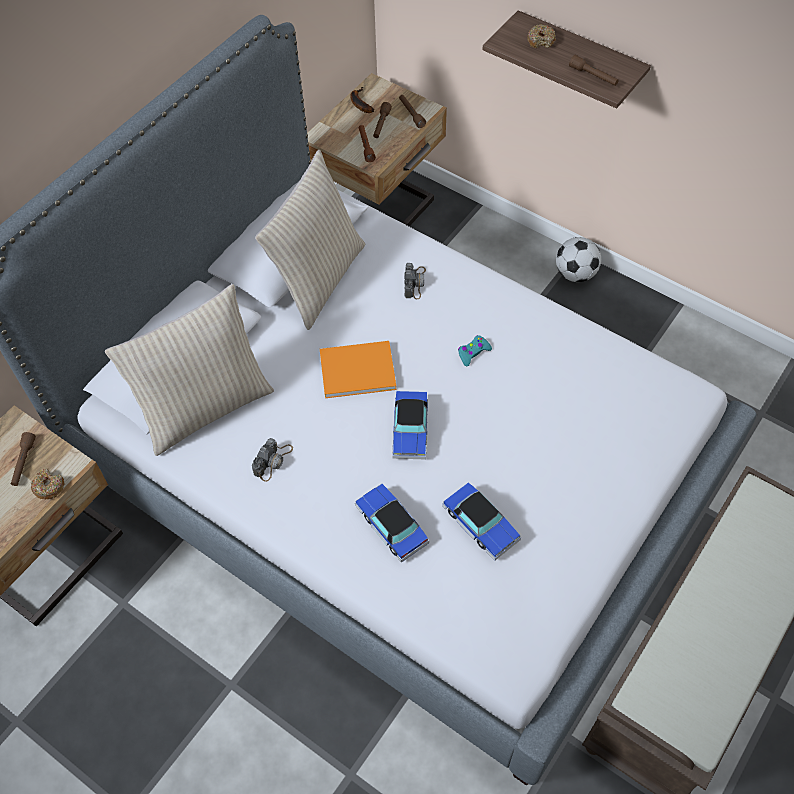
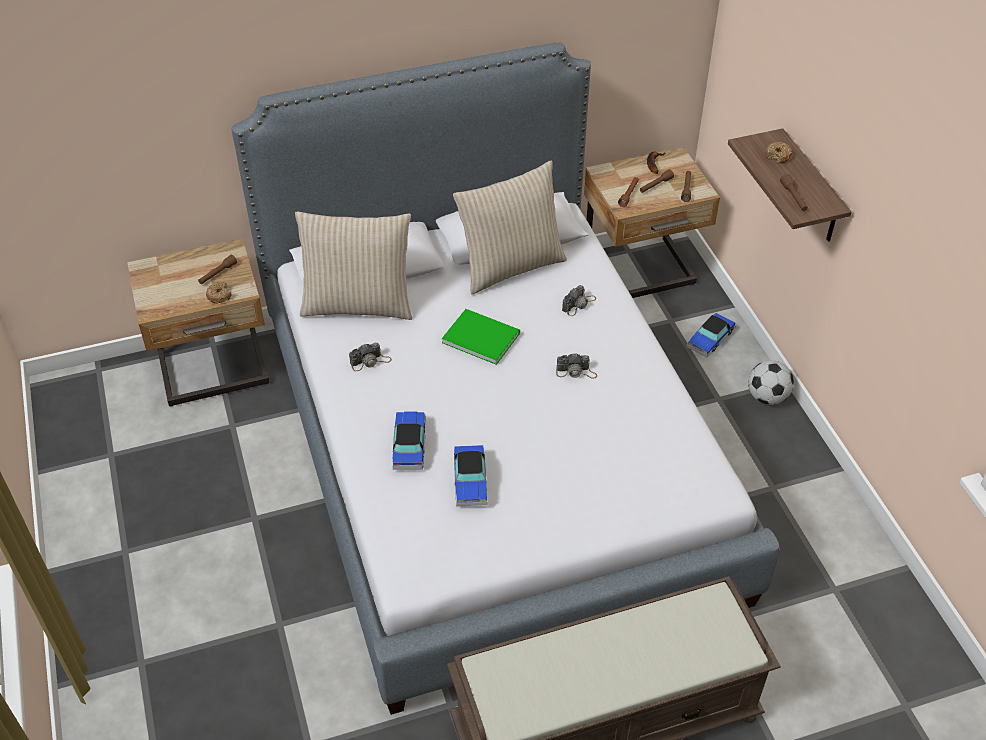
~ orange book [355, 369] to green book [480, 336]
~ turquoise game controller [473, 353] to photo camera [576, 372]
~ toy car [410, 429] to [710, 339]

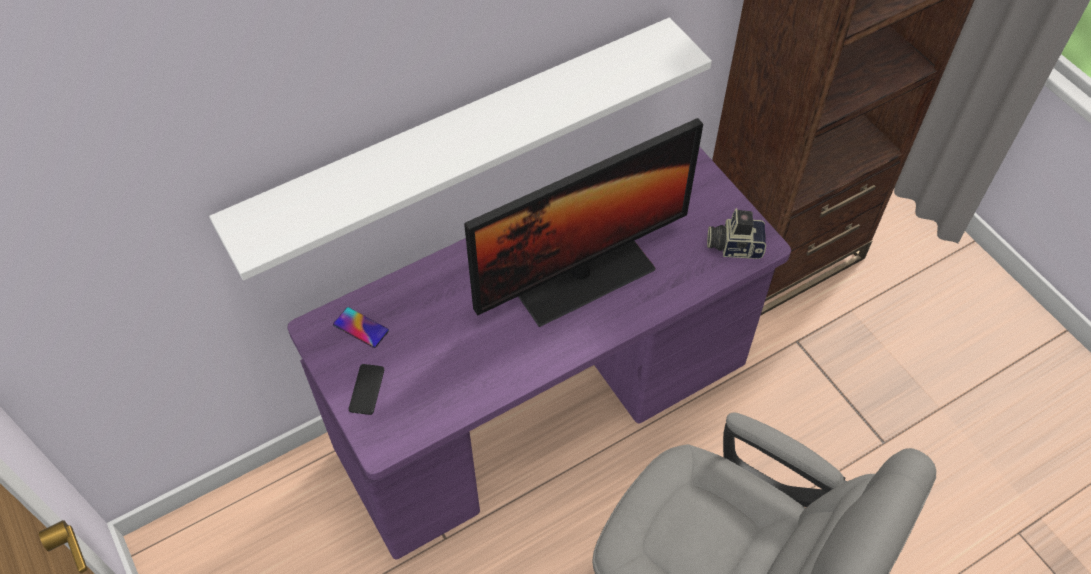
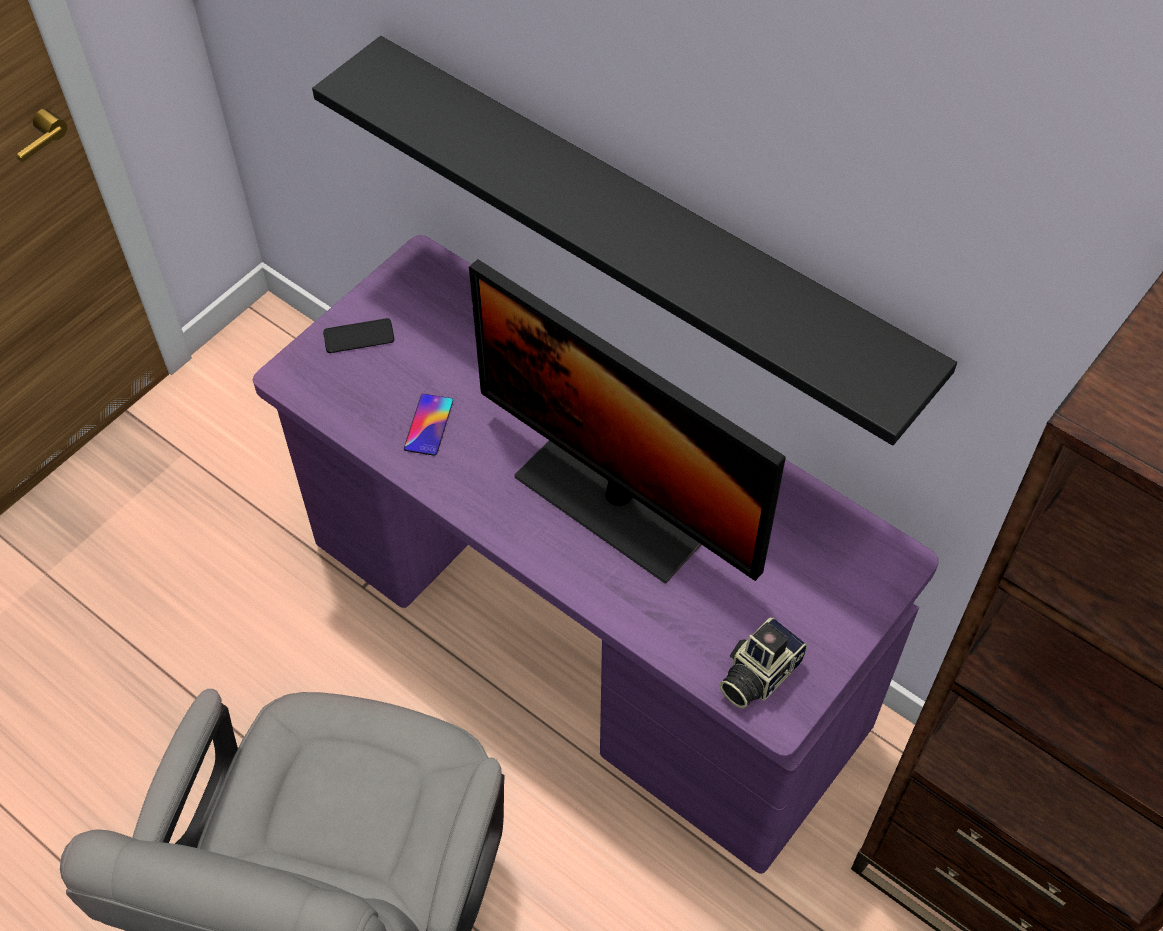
~ white shelf [458, 139] to black shelf [643, 228]
~ phone [361, 327] to [429, 425]
~ photo camera [734, 245] = [757, 674] 120 degrees counterclockwise

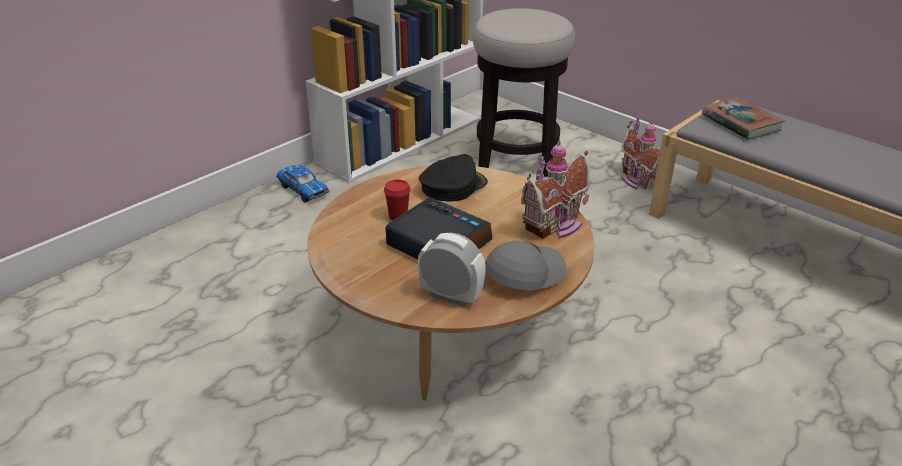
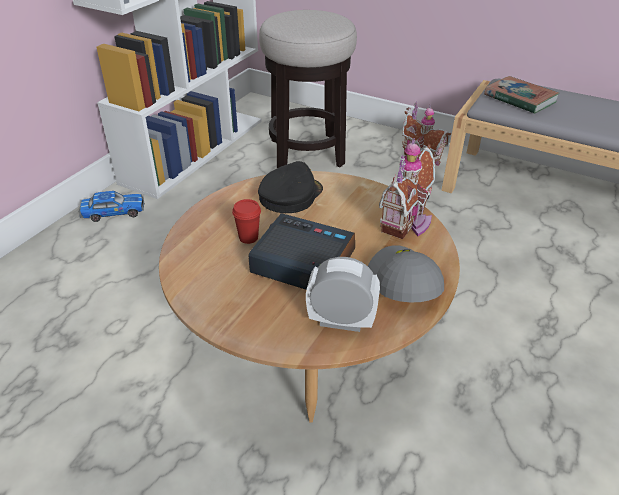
~ toy car [303, 190] = [113, 212] 45 degrees counterclockwise
~ grey cap [524, 274] = [402, 282] 45 degrees counterclockwise

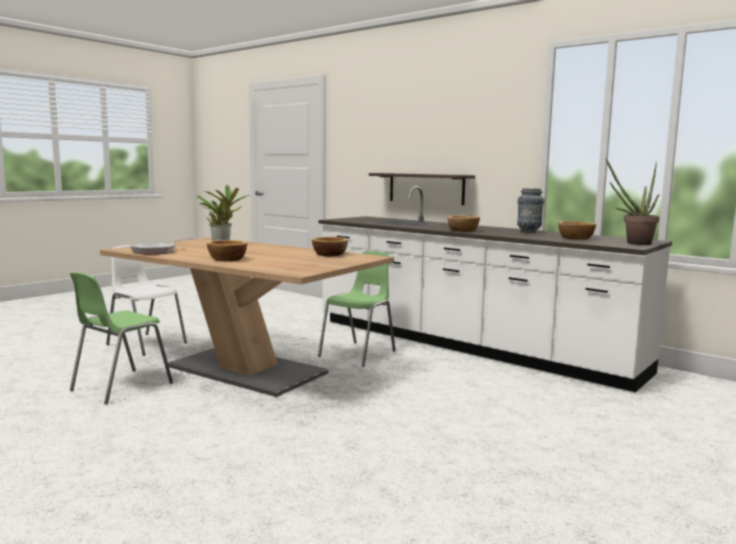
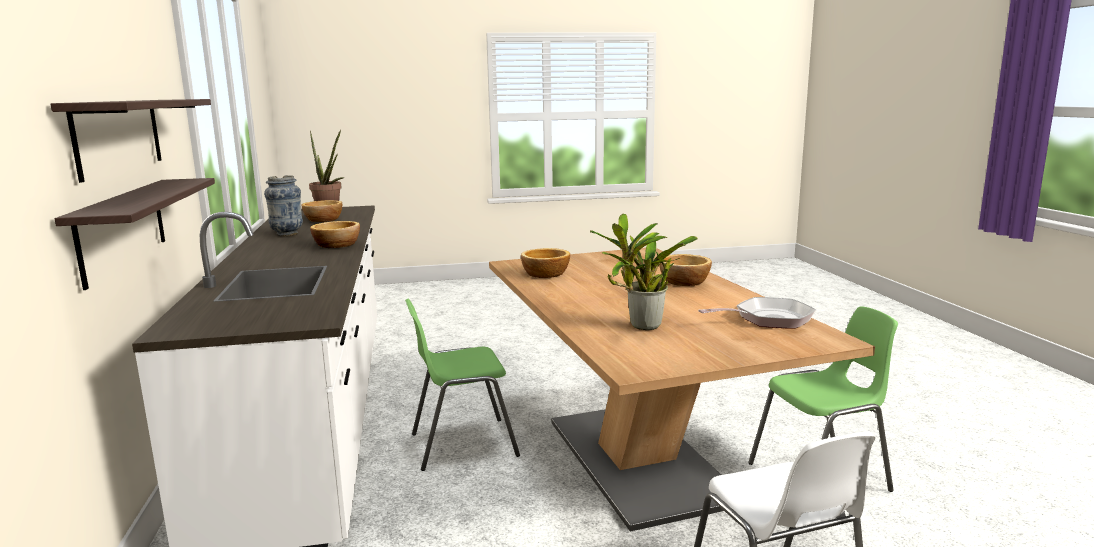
+ shelf [119, 136]

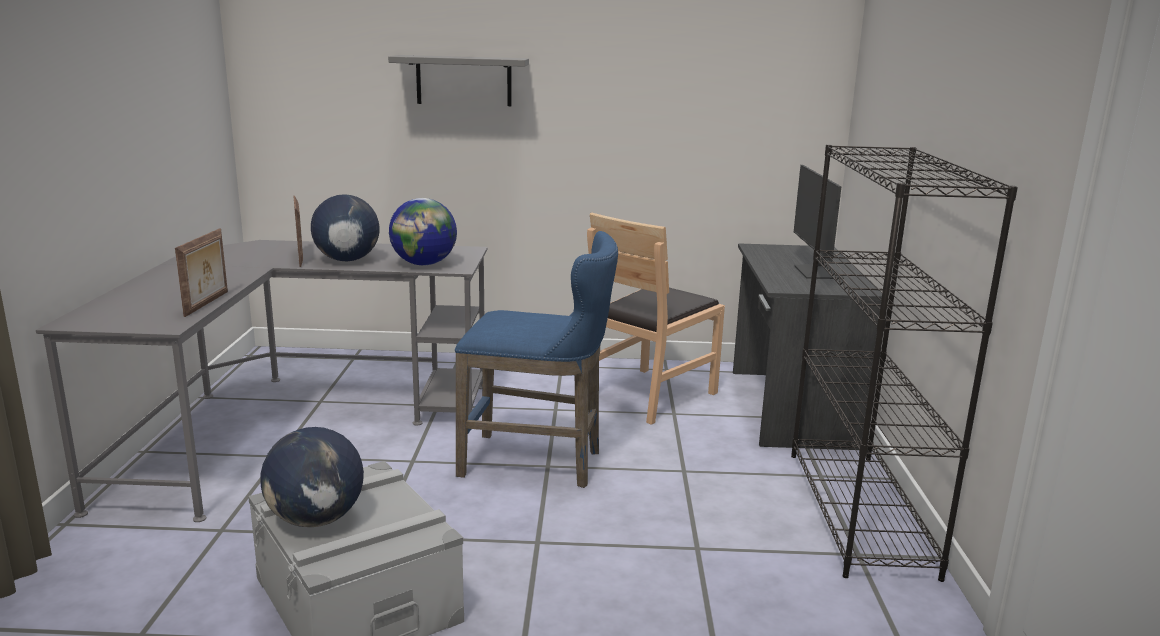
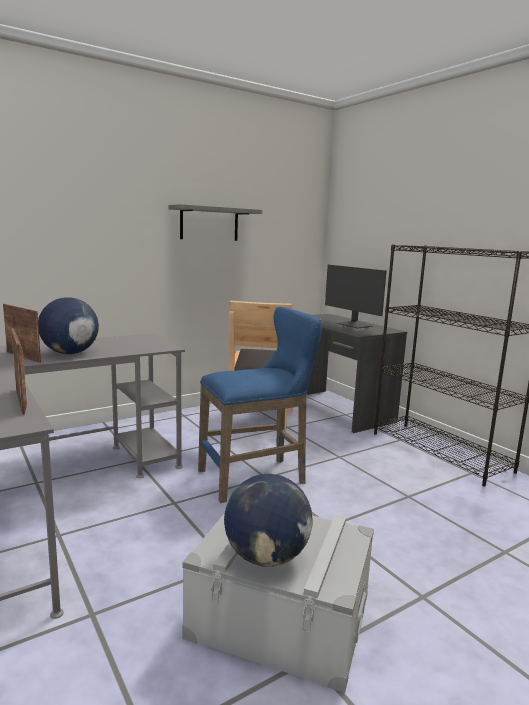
~ grey shelf [464, 81] to [209, 223]
- globe [424, 264]

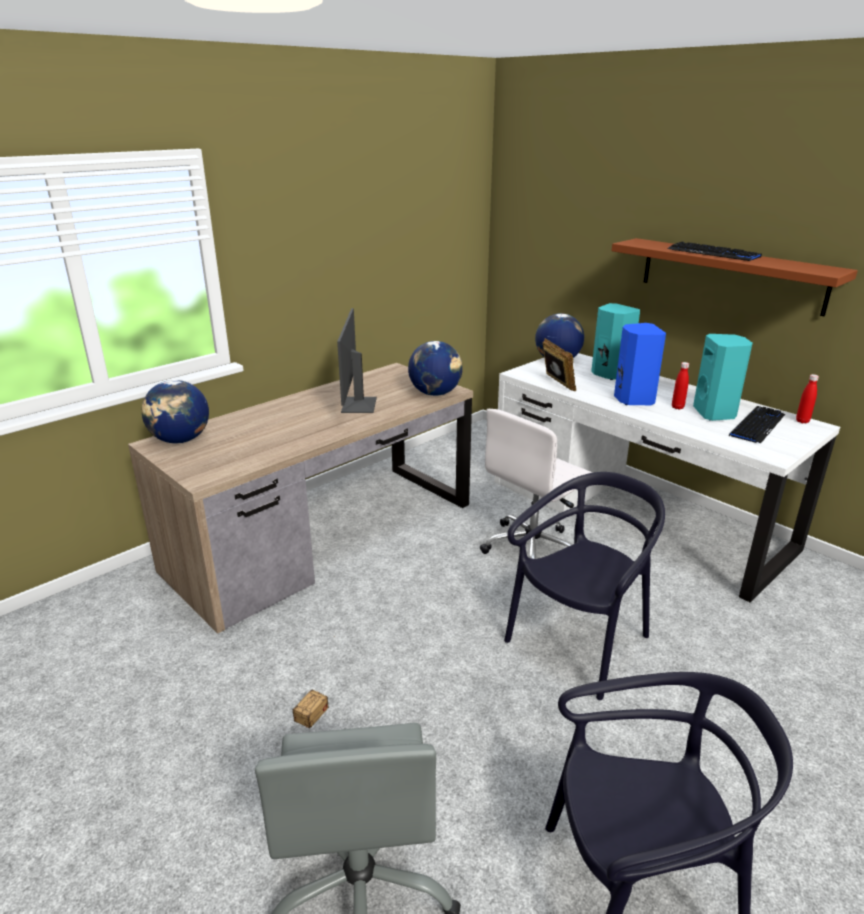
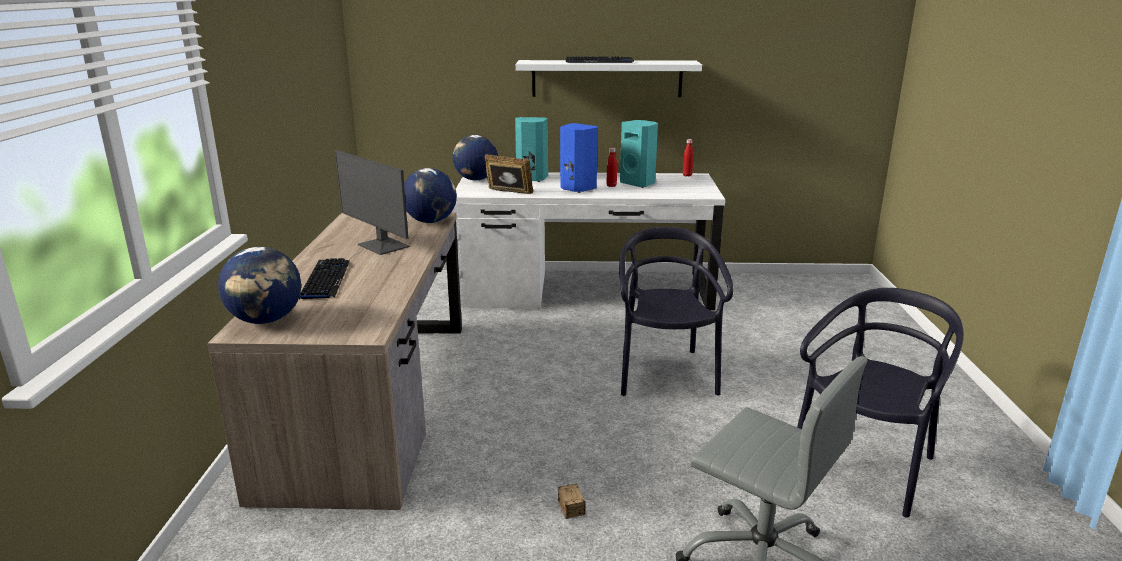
~ keyboard [757, 425] to [325, 280]
~ brown shelf [731, 275] to white shelf [607, 78]
- white office chair [533, 549]

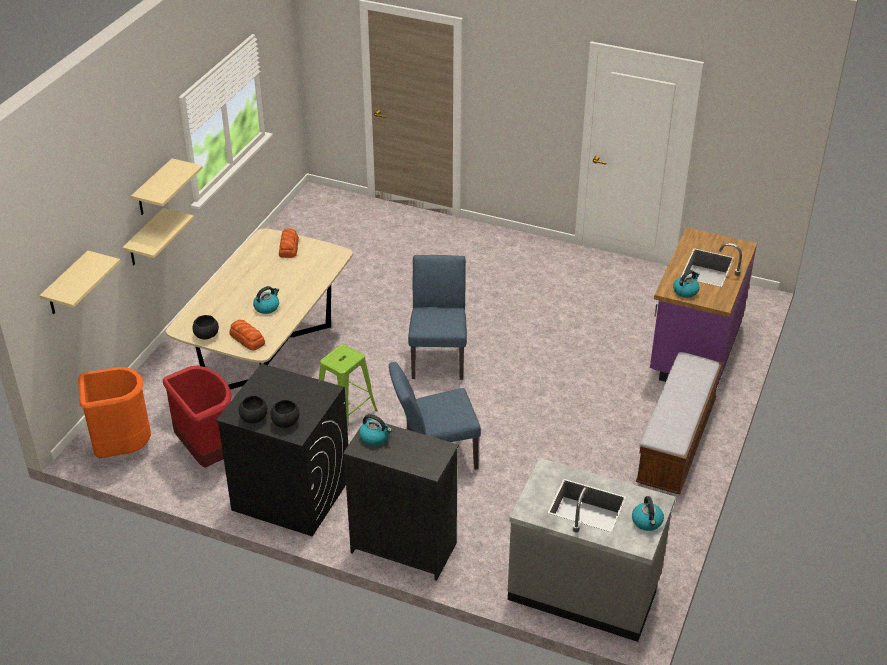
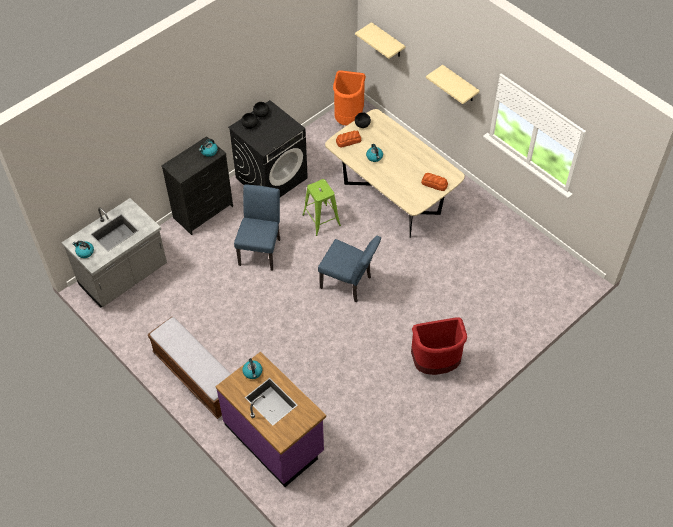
~ red trash can [208, 451] to [436, 364]
- beige shelf [145, 239]

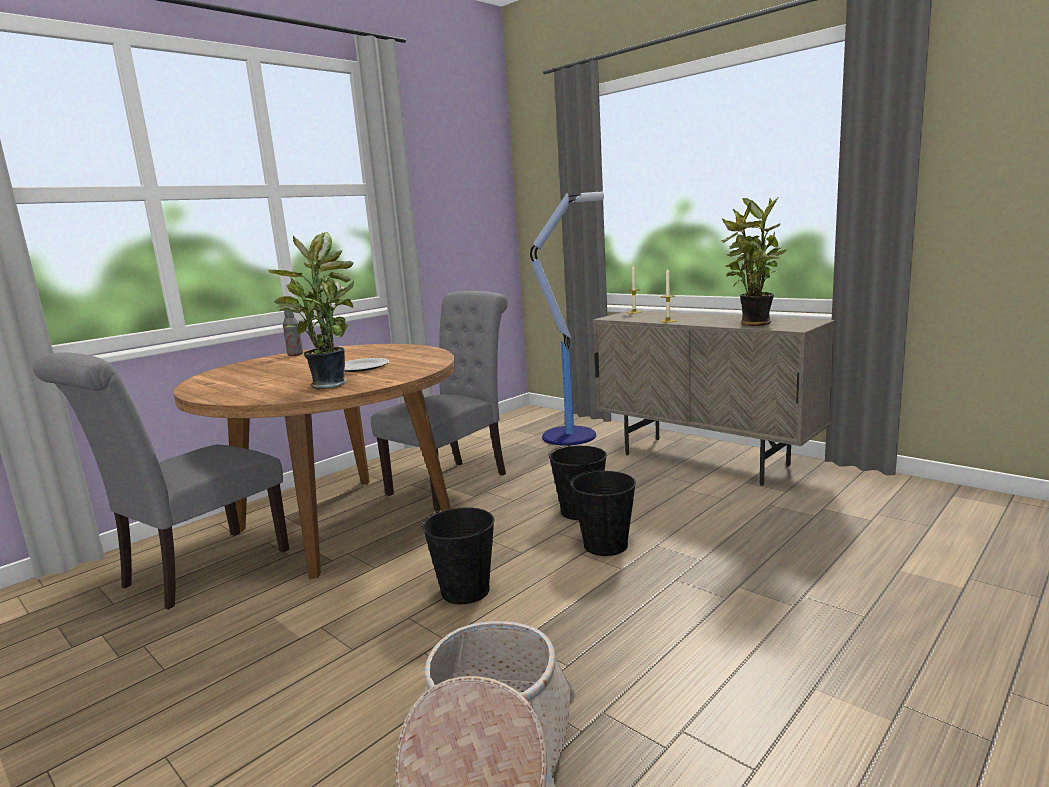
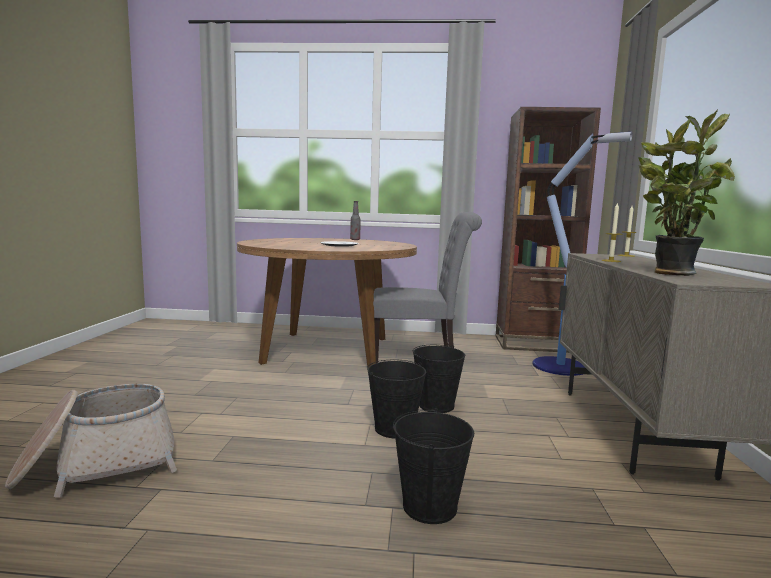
~ black bucket [465, 590] to [430, 506]
+ brown bookcase [534, 344]
- grey chair [197, 571]
- potted plant [328, 384]

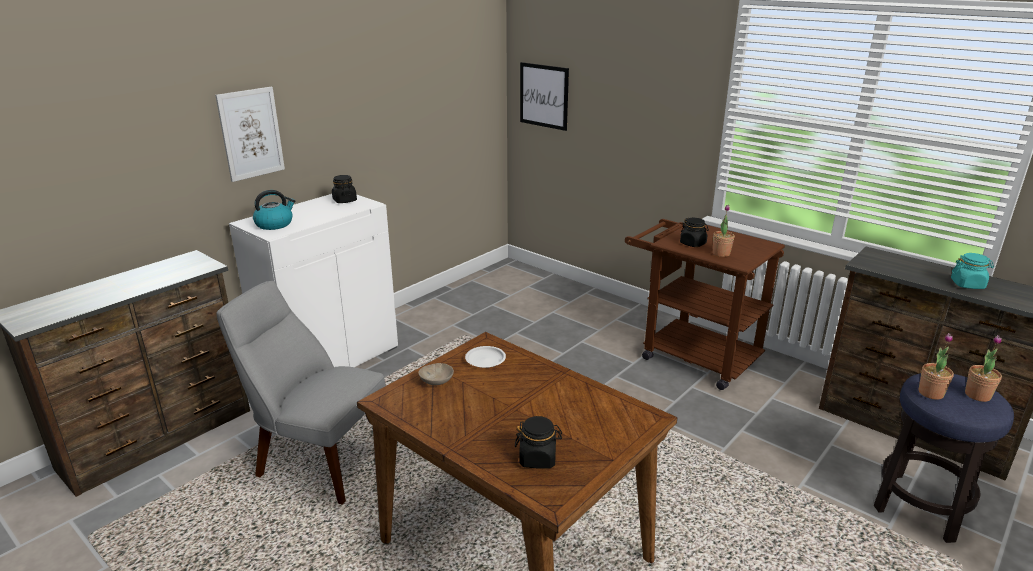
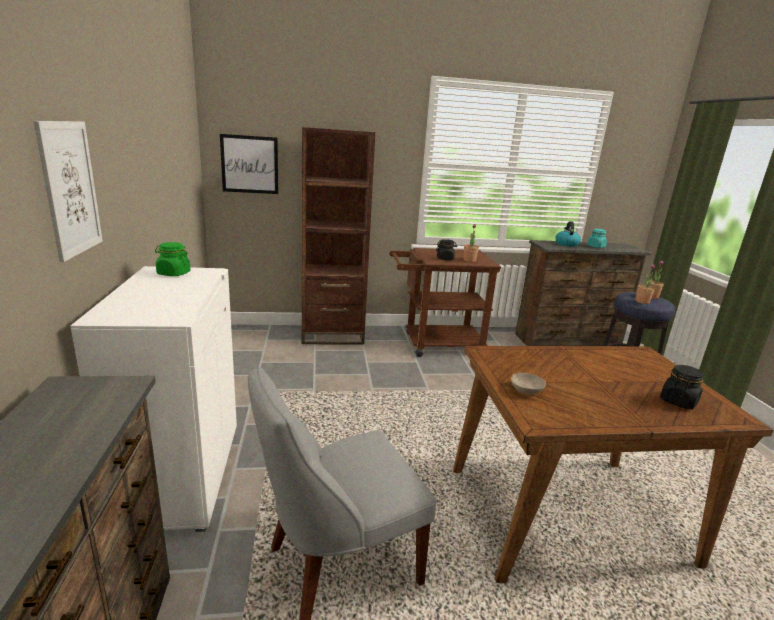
~ black jar [344, 200] to green jar [173, 273]
+ brown bookcase [332, 335]
~ kettle [275, 224] to [566, 244]
- white plate [485, 359]

